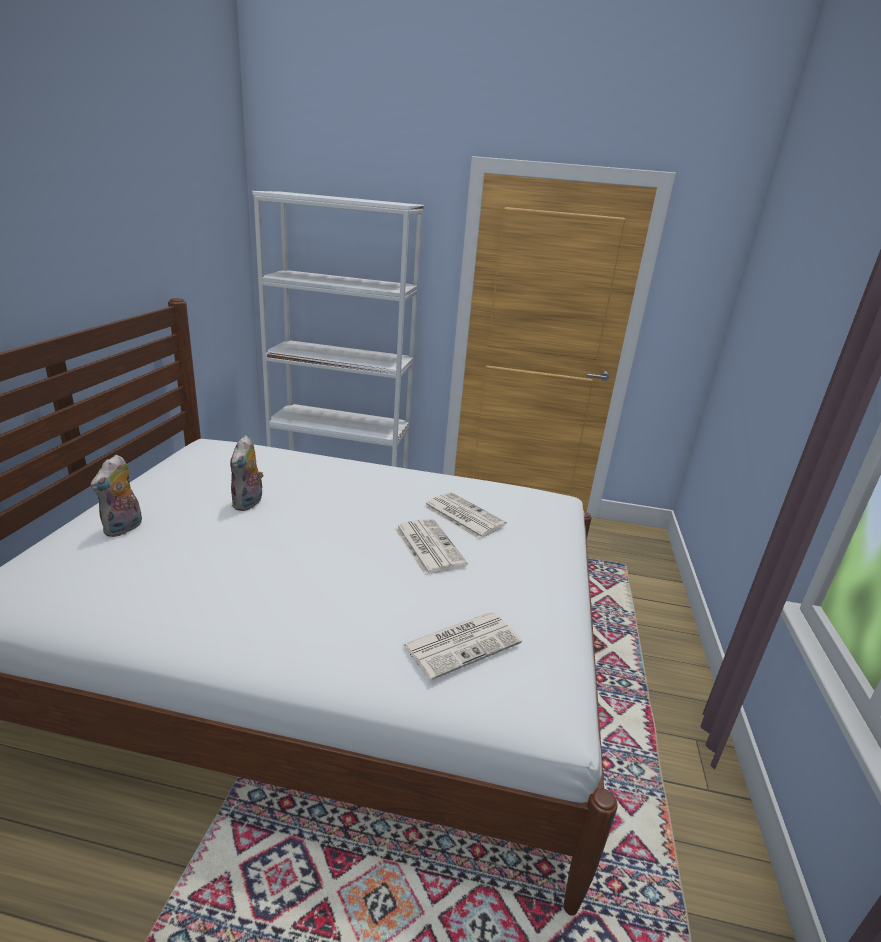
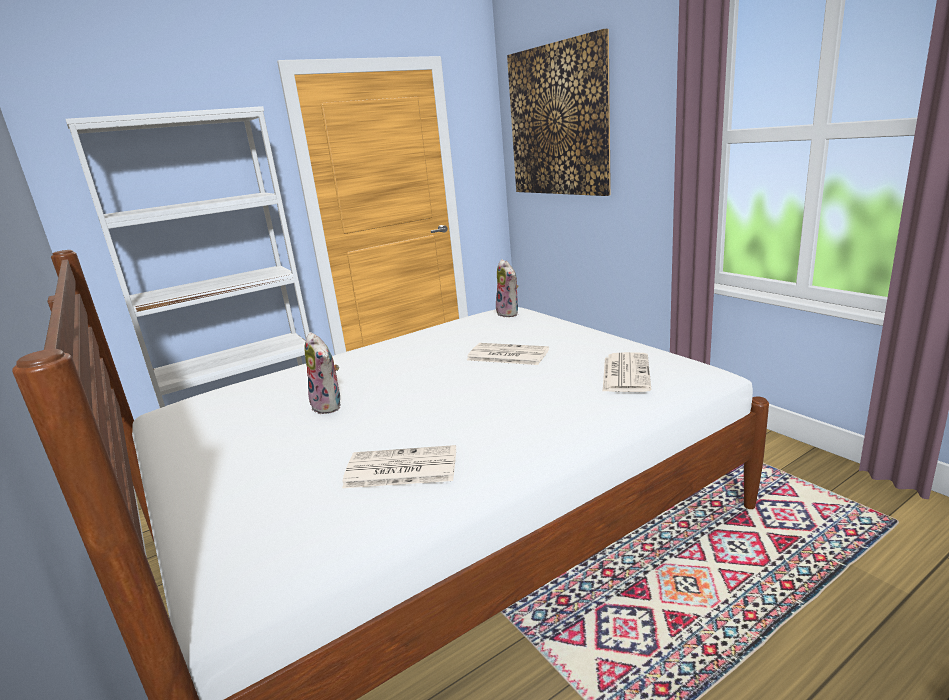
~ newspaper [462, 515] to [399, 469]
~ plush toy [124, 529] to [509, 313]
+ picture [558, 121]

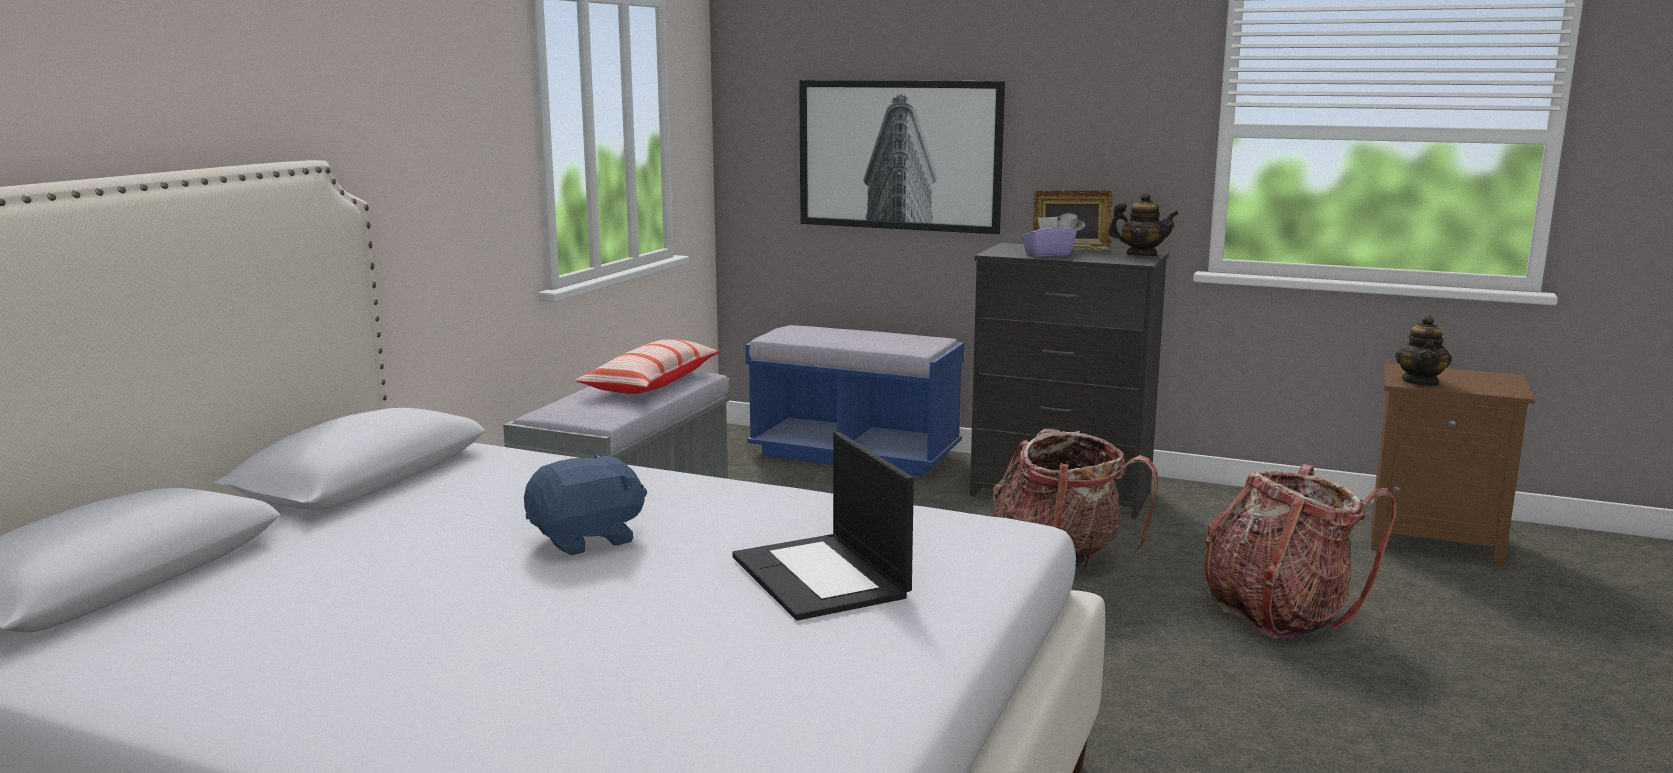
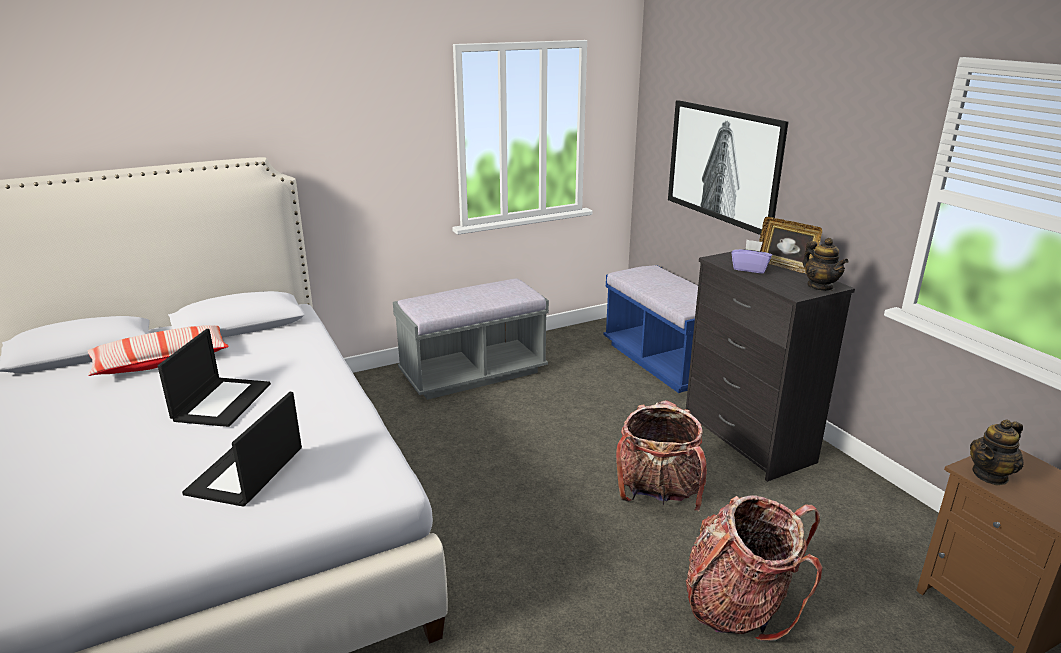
~ pillow [651, 383] to [161, 361]
~ blue plush toy [587, 539] to laptop [222, 401]

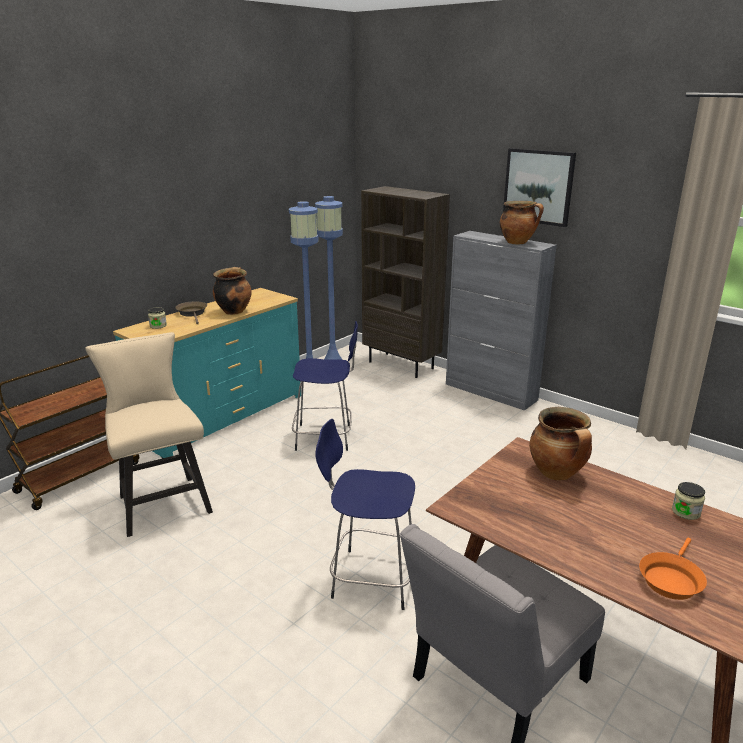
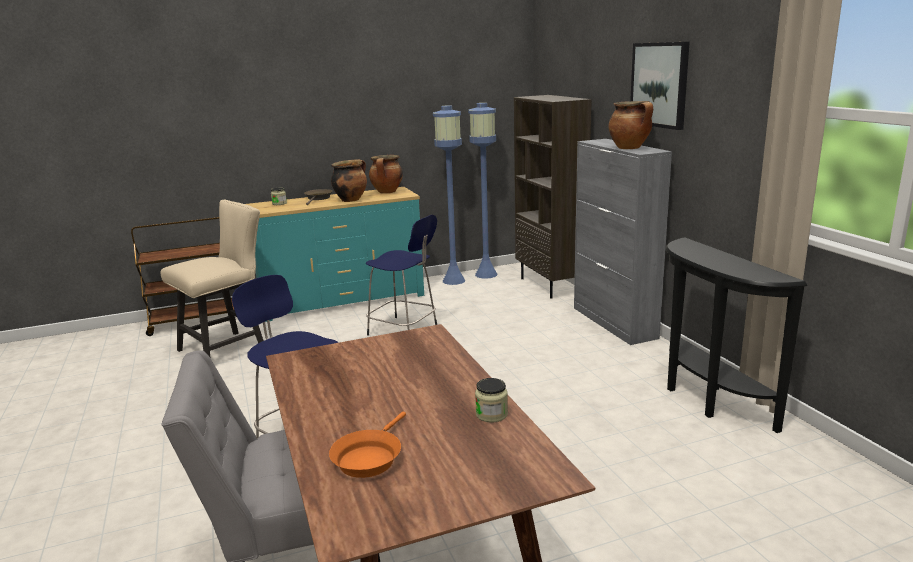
~ beige chair [161, 501] = [228, 348] 45 degrees clockwise
~ orange frying pan [670, 579] = [369, 457] 45 degrees counterclockwise
~ cooking pot [558, 474] to [387, 192]
+ black console table [706, 399]

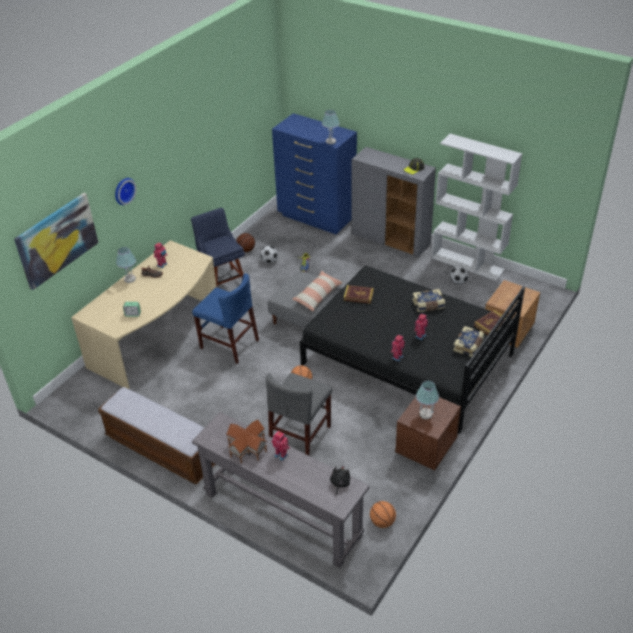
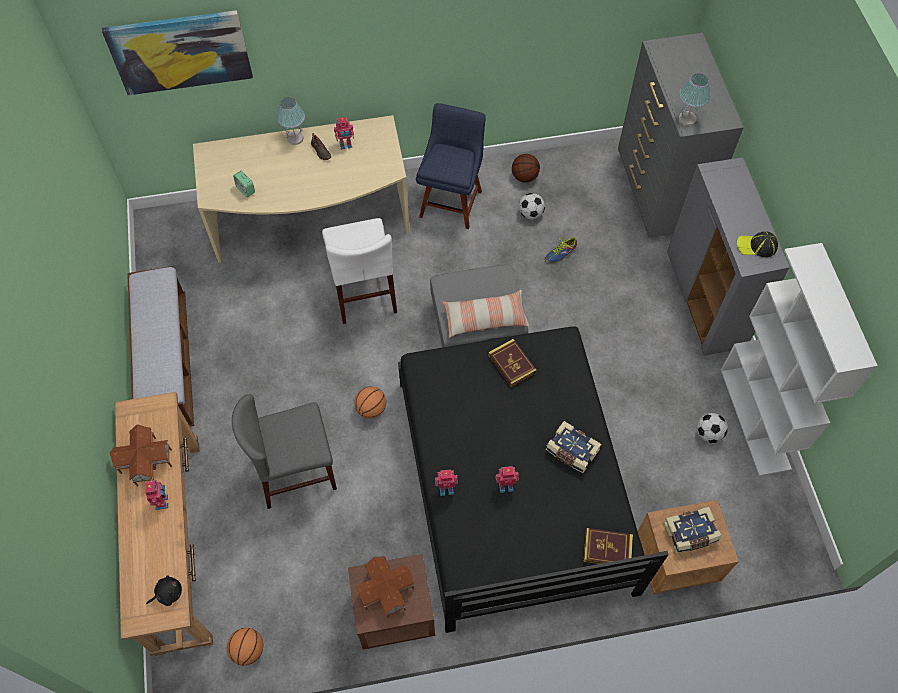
~ grey console table [282, 514] to brown console table [178, 543]
~ blue chair [229, 344] to white chair [363, 291]
~ table lamp [425, 414] to toy house [385, 590]
~ blue dresser [317, 218] to grey dresser [657, 194]
~ book [468, 346] to [690, 534]
- wall clock [123, 190]

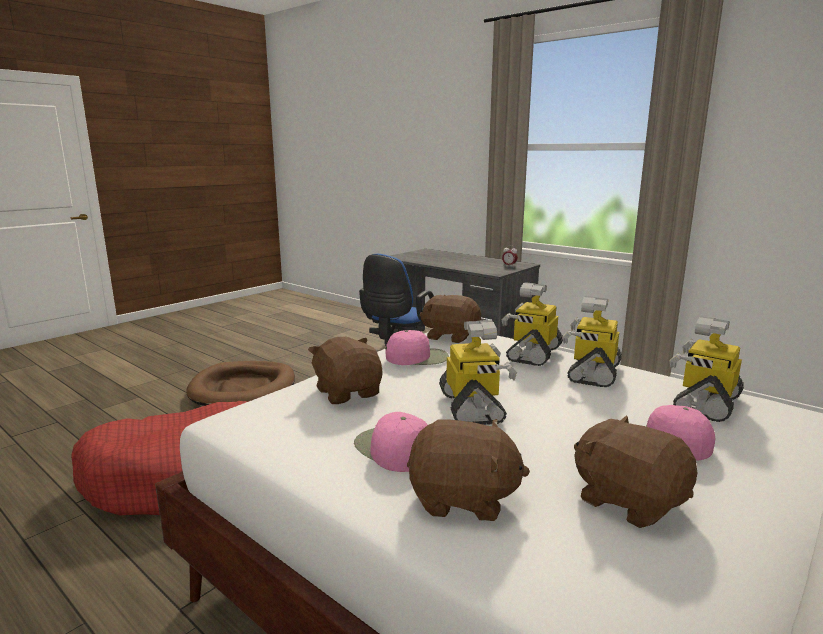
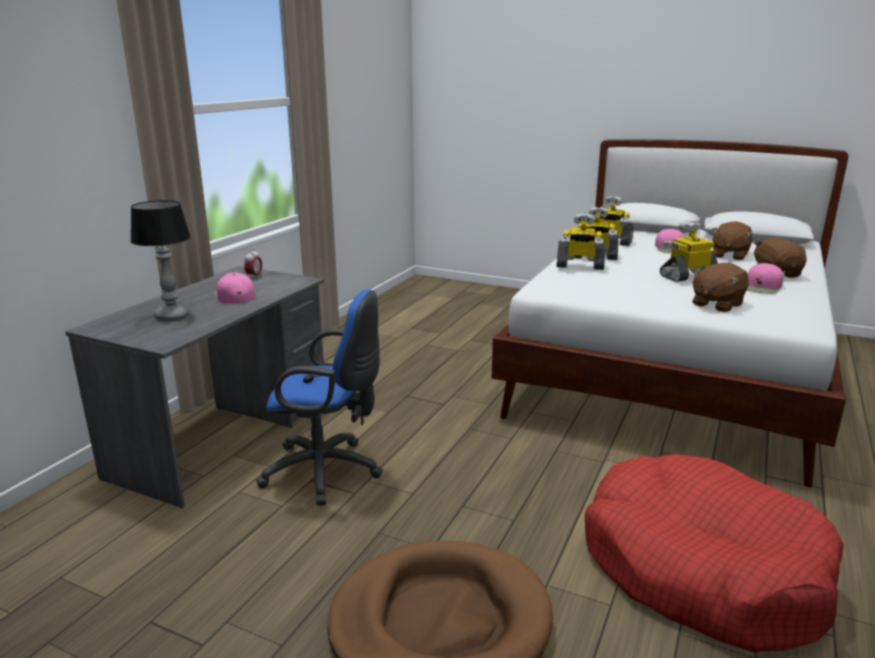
+ table lamp [171, 316]
~ pink cap [418, 357] to [234, 295]
- brown plush toy [450, 336]

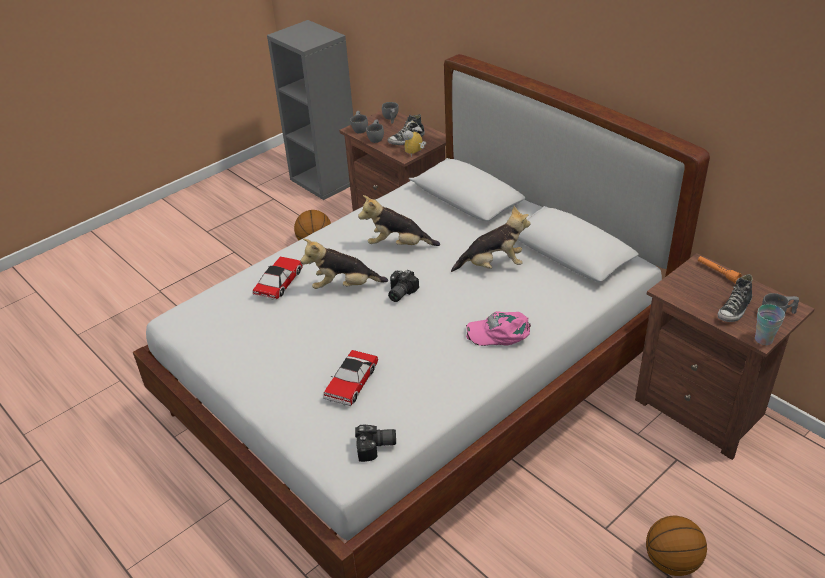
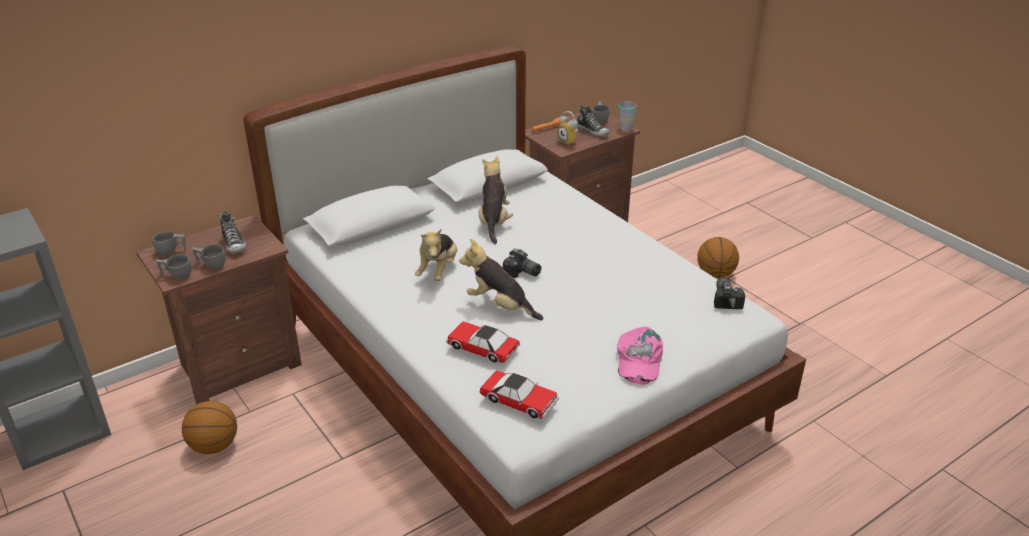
~ plush toy [344, 286] = [500, 306] 120 degrees clockwise
~ toy car [351, 383] to [519, 400]
~ alarm clock [416, 153] to [570, 141]
~ pink cap [499, 332] to [638, 360]

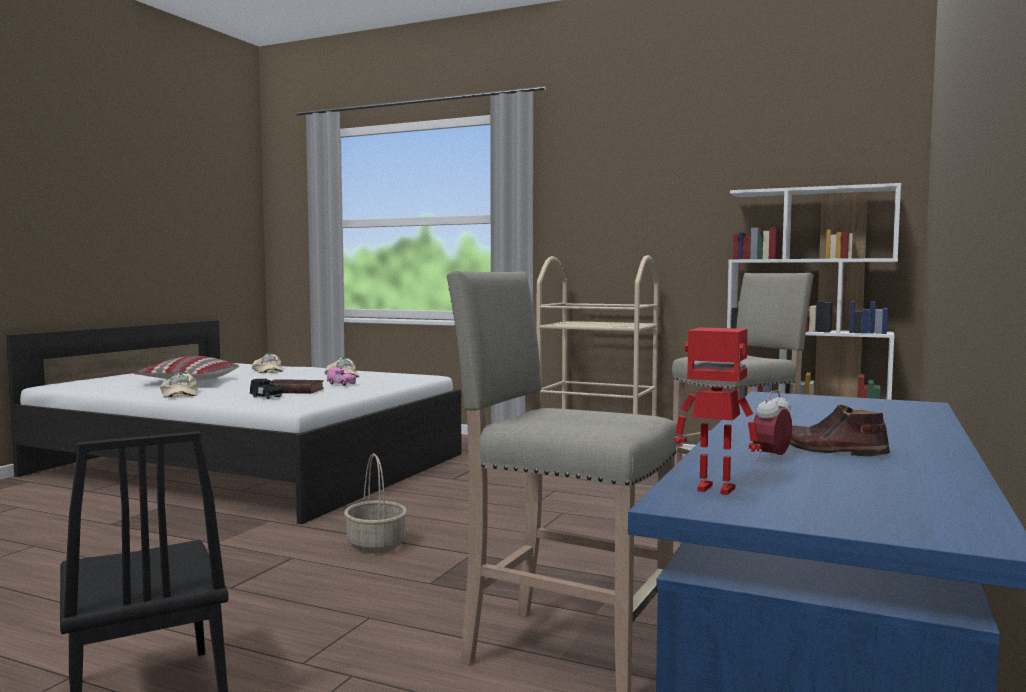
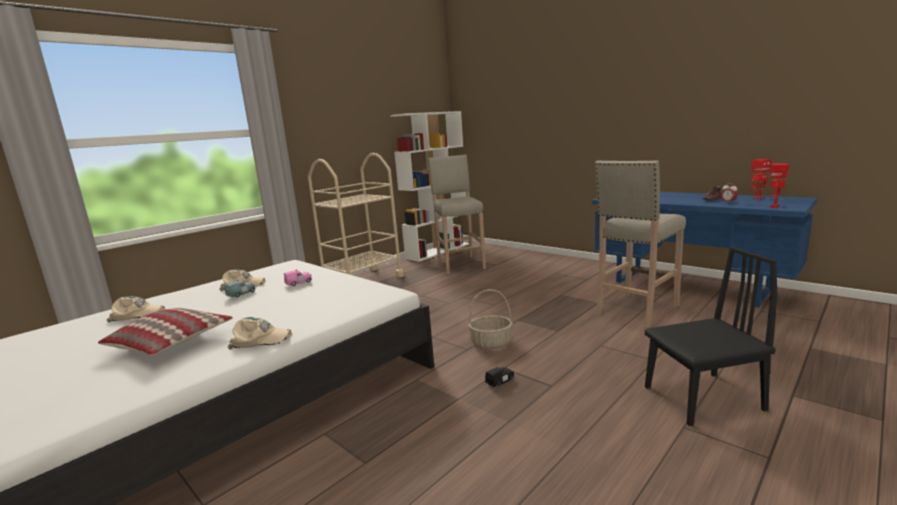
+ blue toy car [241, 294]
~ black toy car [266, 397] to [500, 382]
+ toy robot [757, 198]
- brown book [291, 390]

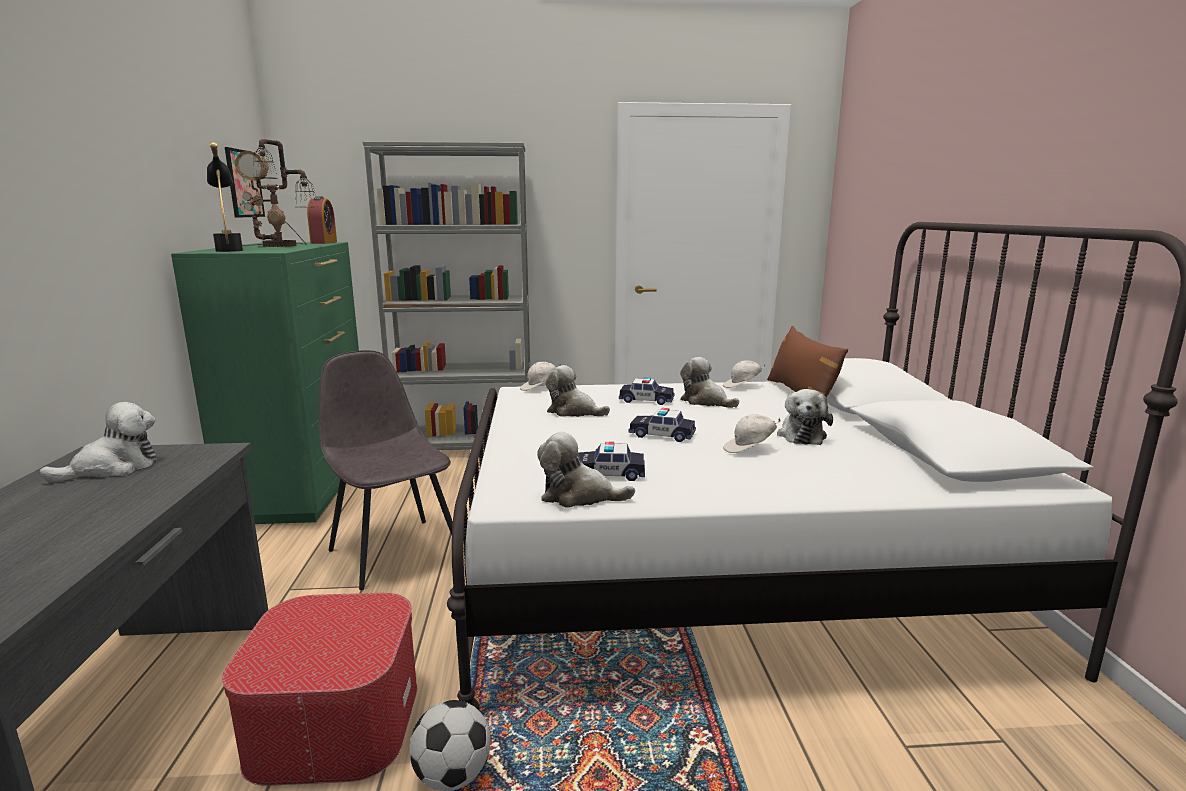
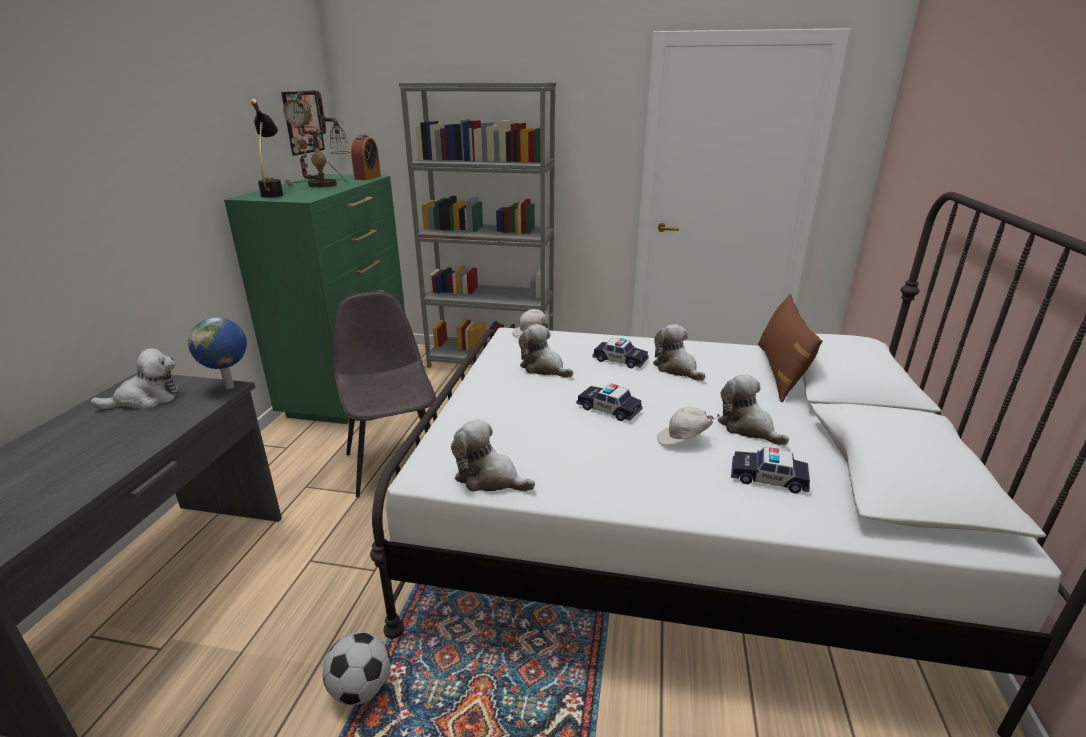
+ globe [230, 387]
~ plush toy [801, 435] = [748, 428] 120 degrees clockwise
~ toy car [608, 473] to [768, 478]
- ottoman [335, 721]
- white cap [742, 386]

